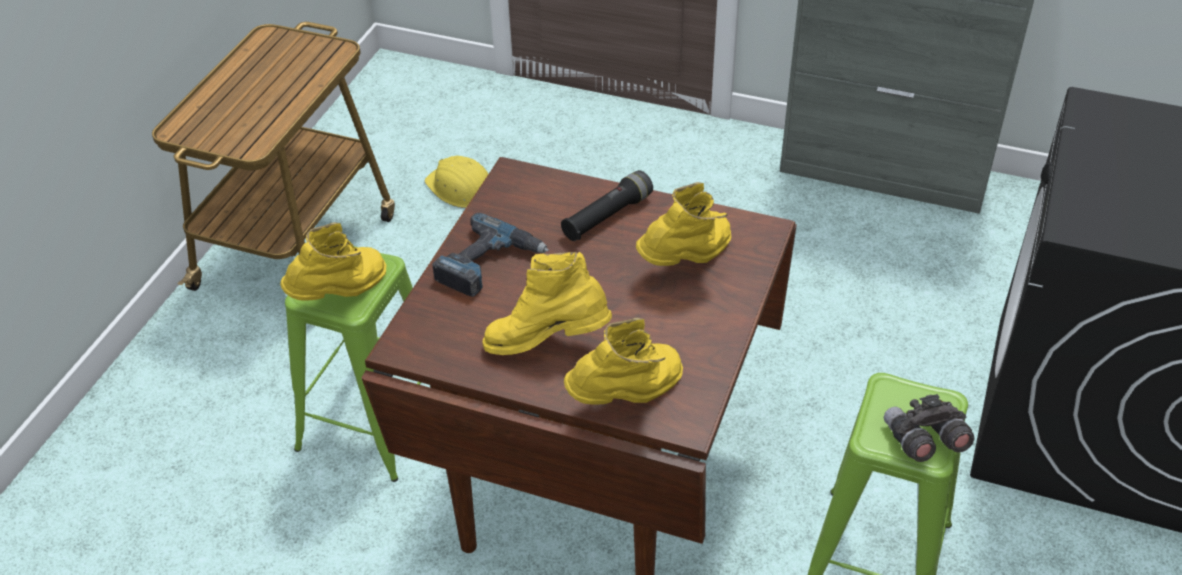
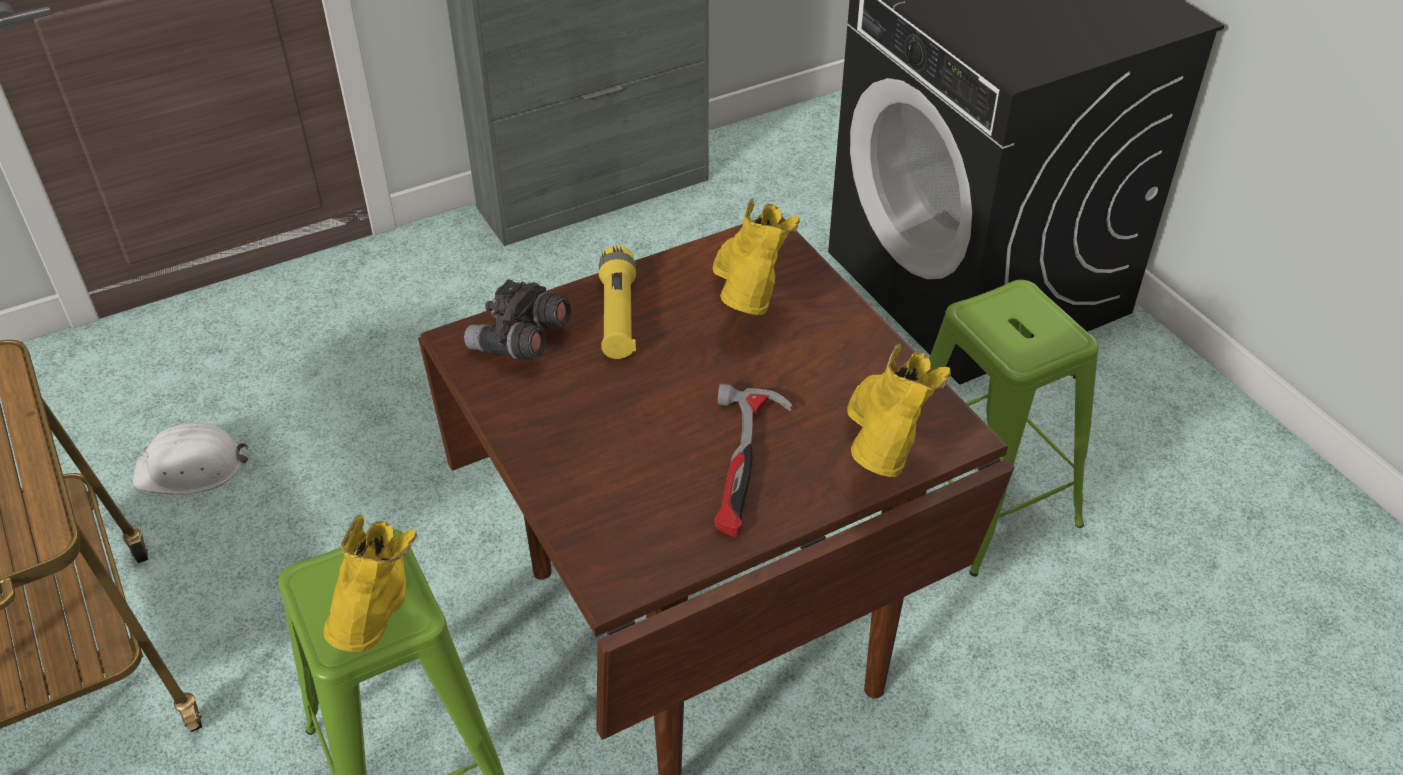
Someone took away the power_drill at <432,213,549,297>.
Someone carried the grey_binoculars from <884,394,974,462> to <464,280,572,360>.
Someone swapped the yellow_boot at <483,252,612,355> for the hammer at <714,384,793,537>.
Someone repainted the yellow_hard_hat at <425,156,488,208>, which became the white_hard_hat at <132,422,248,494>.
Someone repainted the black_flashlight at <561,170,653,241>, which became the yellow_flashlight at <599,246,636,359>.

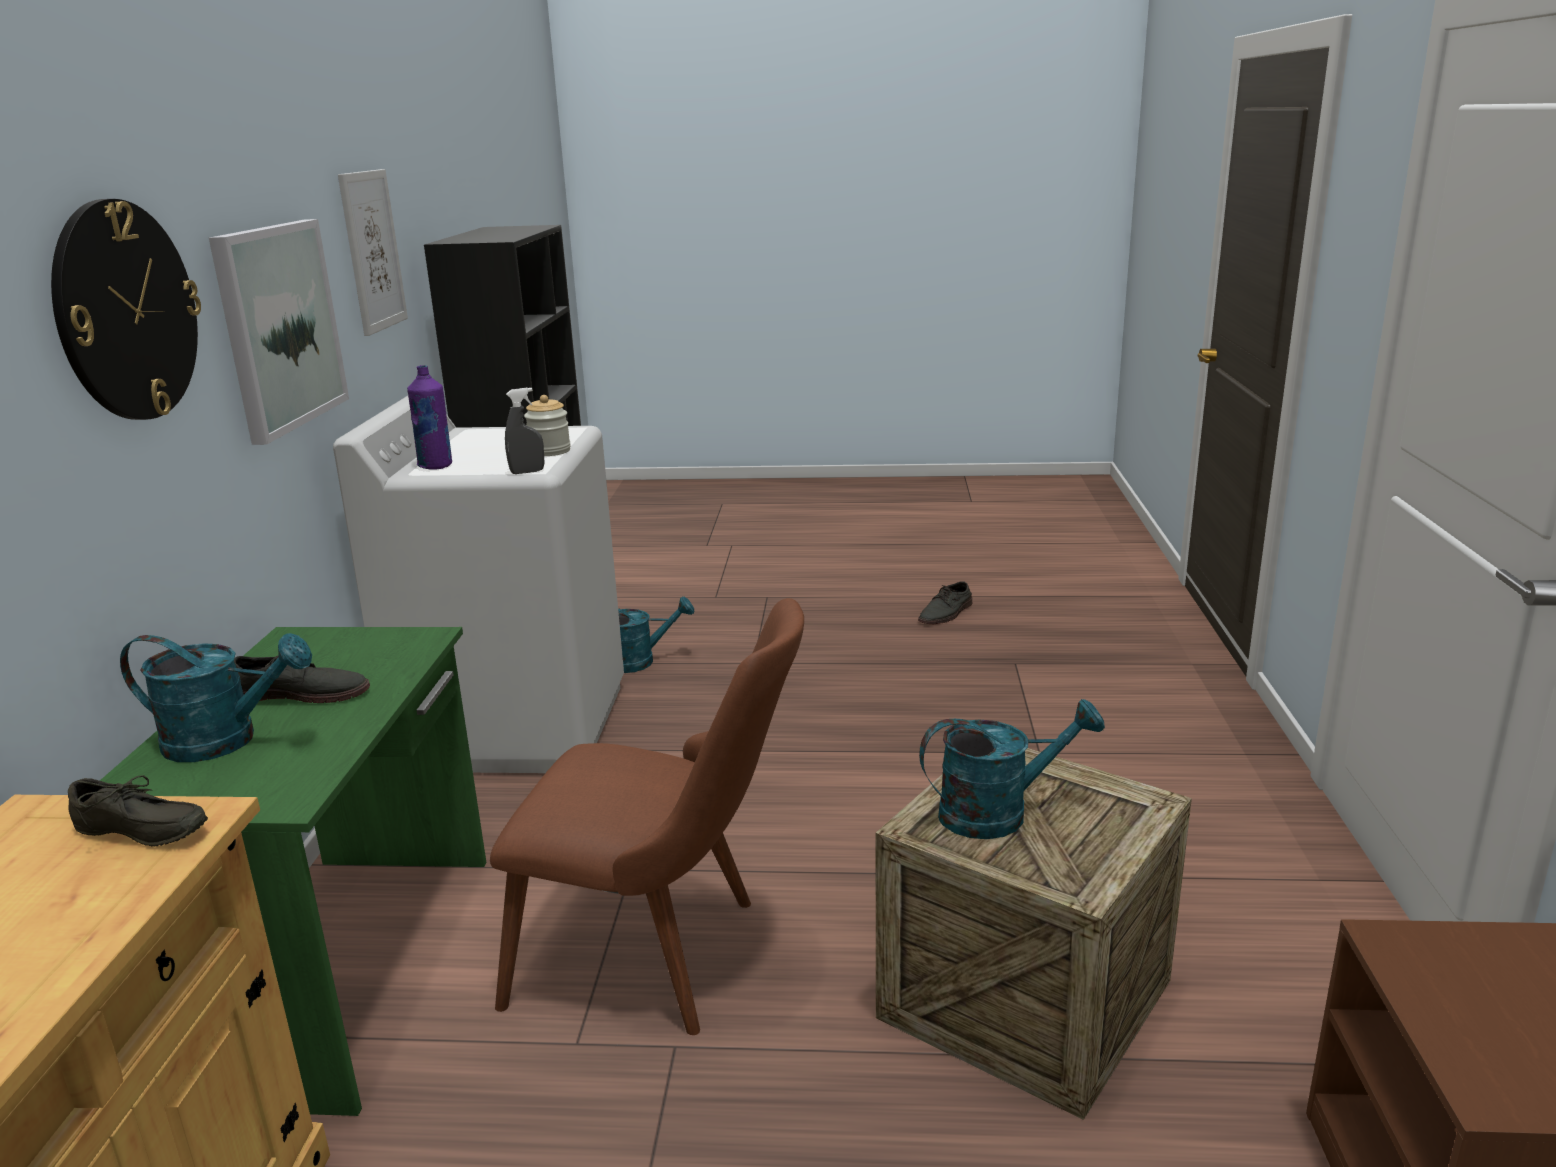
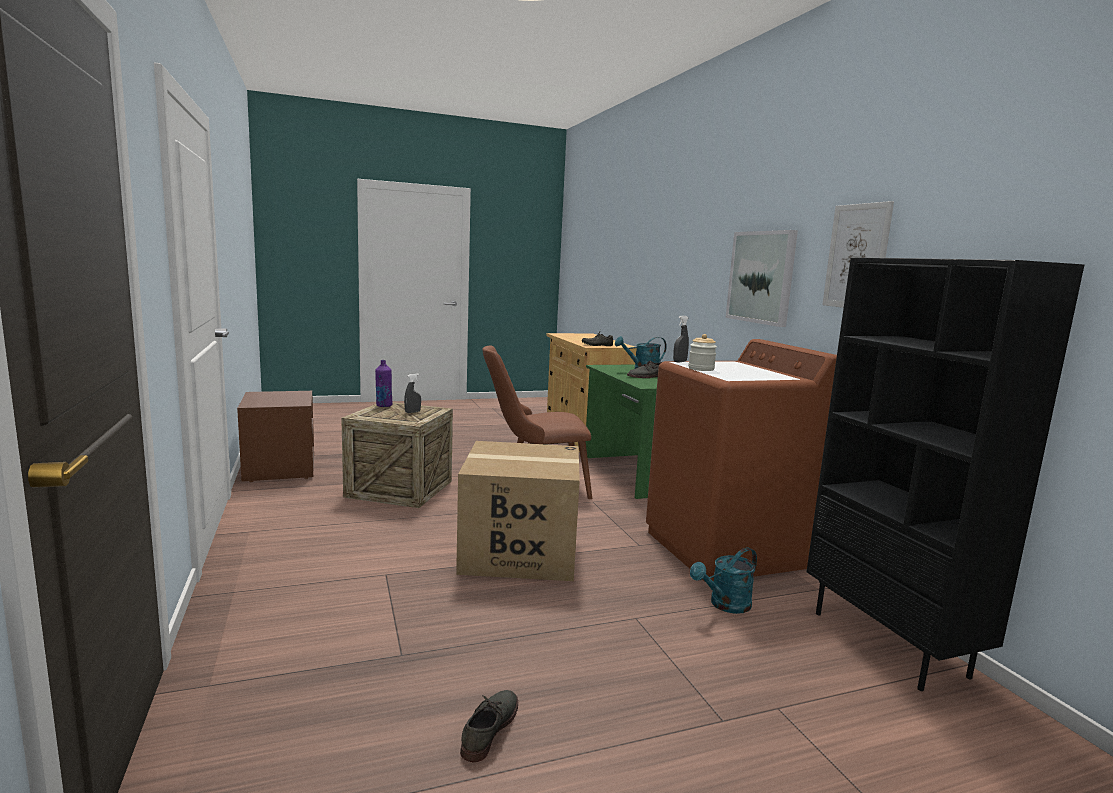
Someone took away the wall_clock at <51,199,201,420>.
Someone put down the cardboard_box at <456,441,580,581>.
Someone carried the purple_bottle from <407,365,452,470> to <375,360,393,407>.
Someone swapped the turquoise_watering_can at <919,699,1105,839> for the grey_spray_bottle at <404,374,421,413>.
Someone repainted the white_washing_machine at <333,396,624,773>, which became the brown_washing_machine at <646,339,837,582>.

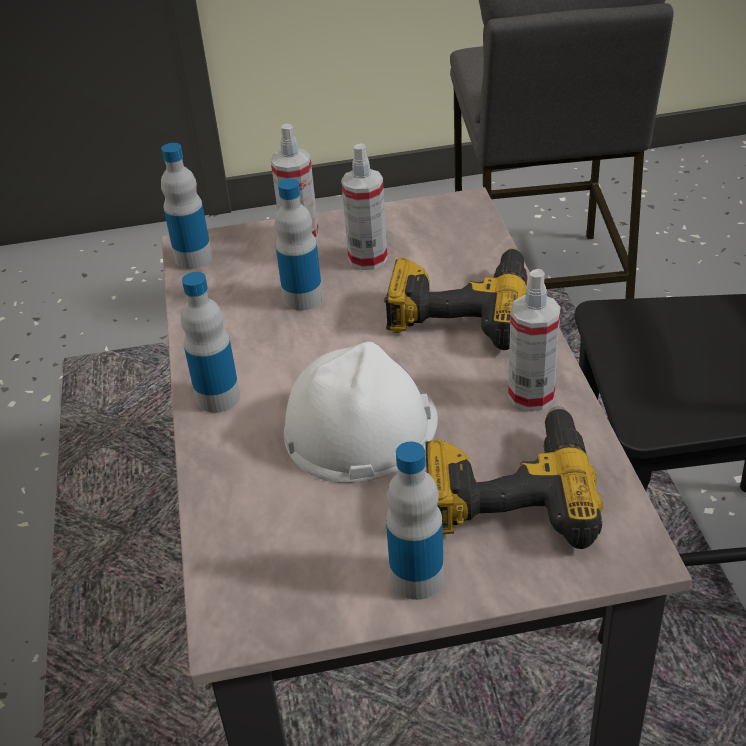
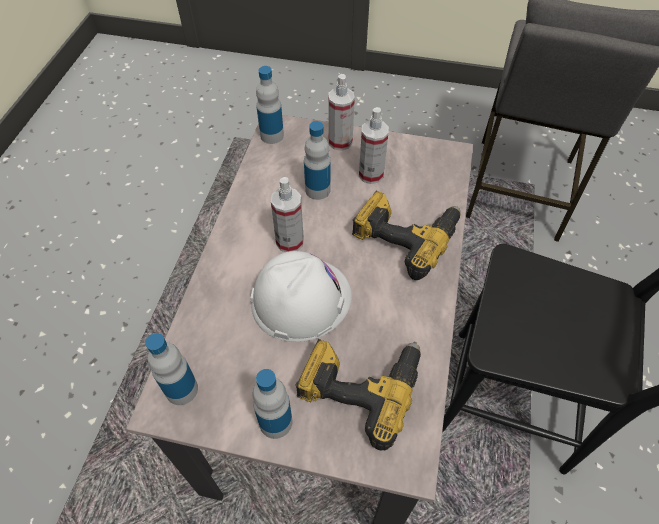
Someone carried the bottle from <181,272,240,413> to <145,333,198,405>.
Someone carried the spray_bottle from <508,269,561,411> to <271,177,304,252>.

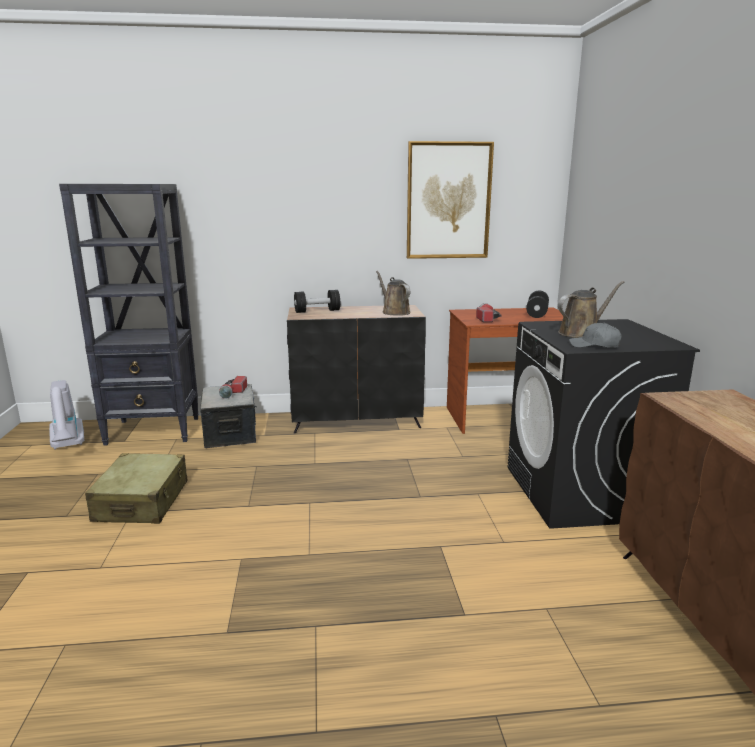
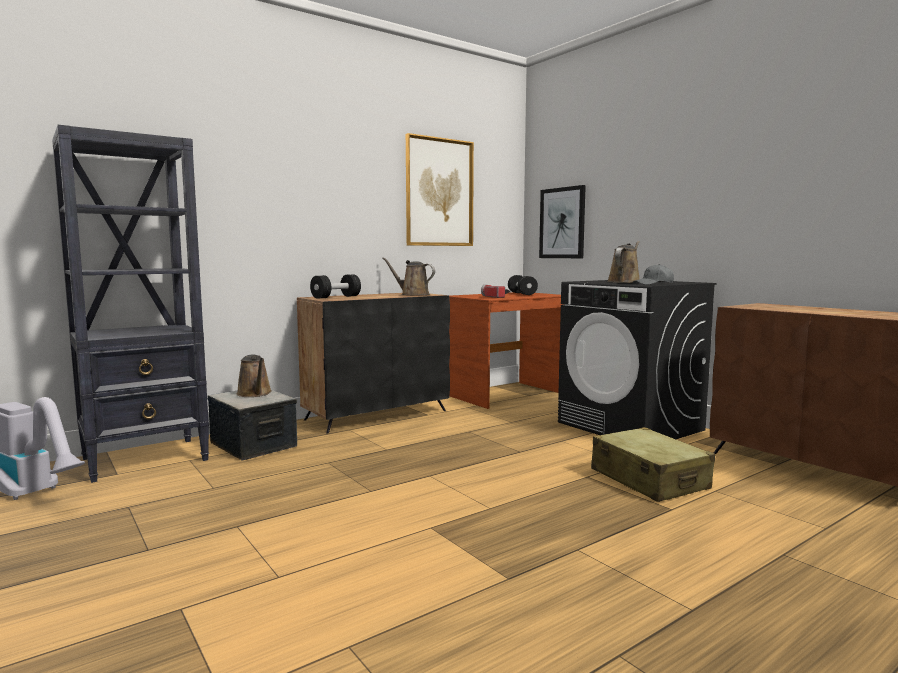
Someone put up the picture at <539,185,586,258>.
Someone carried the beige_suitcase from <85,453,188,524> to <591,427,715,502>.
Someone swapped the flashlight at <219,376,247,399> for the brown_watering_can at <237,354,272,397>.

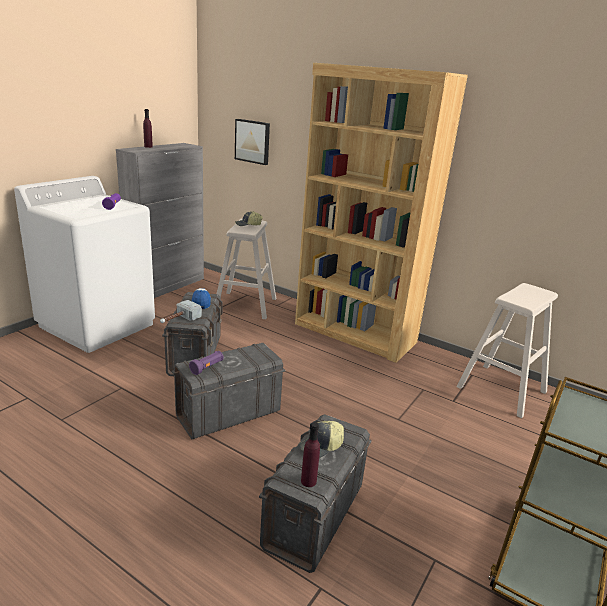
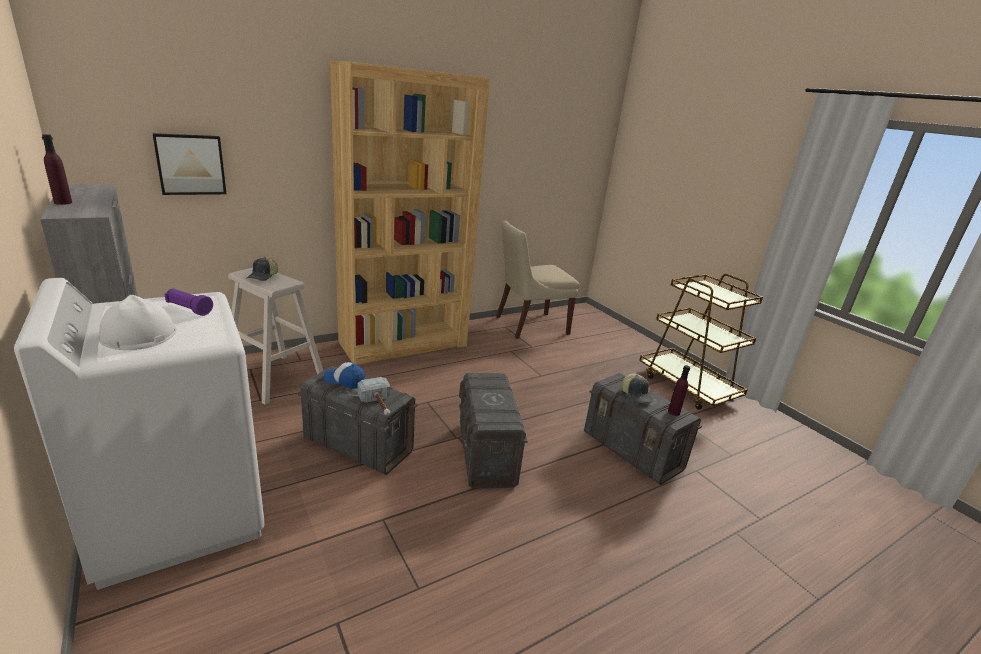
Someone took away the purple_flashlight at <189,351,224,375>.
Someone put down the white_hard_hat at <98,295,176,350>.
Someone swapped the beige_stool at <456,283,558,418> for the beige_chair at <496,221,579,339>.

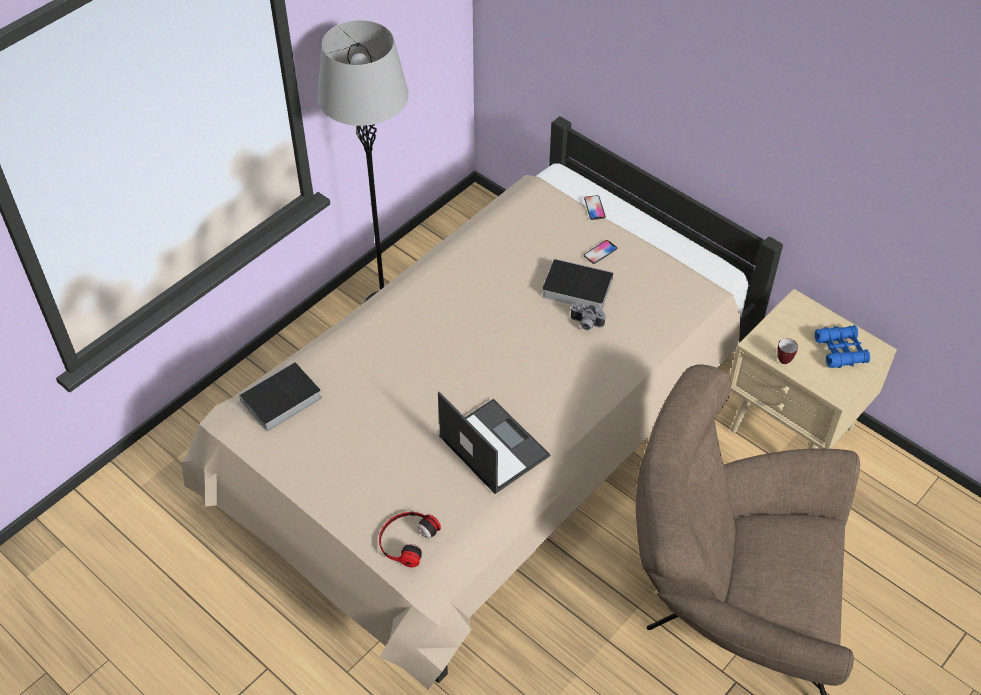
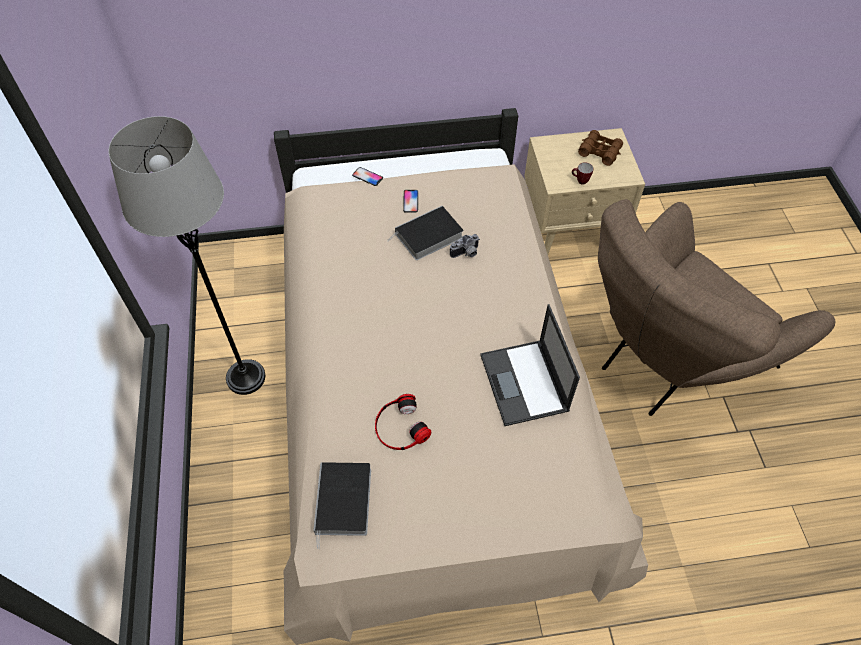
Someone carried the headphones from <379,512,441,567> to <375,394,431,450>.
Someone repainted the blue_binoculars at <815,325,870,368>, which became the brown_binoculars at <578,130,623,166>.
Someone rotated the laptop at <438,392,550,494> by 105 degrees counterclockwise.

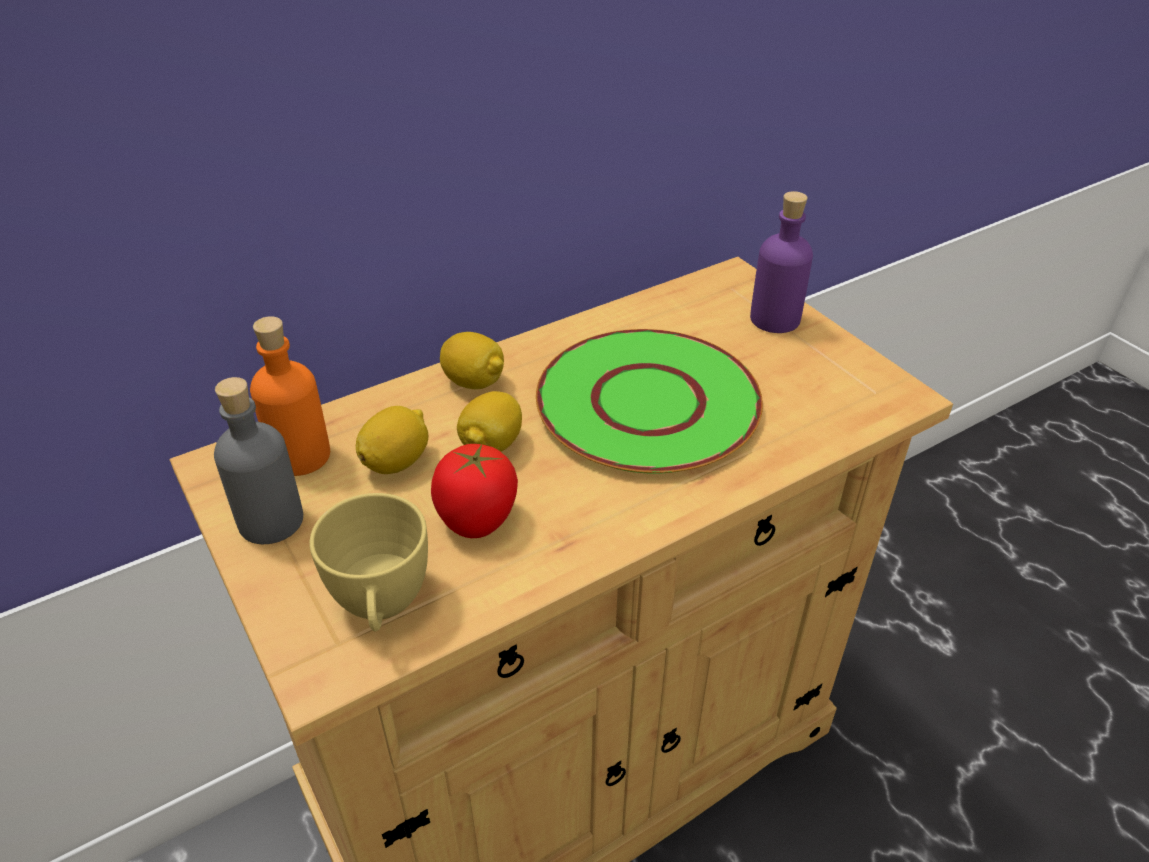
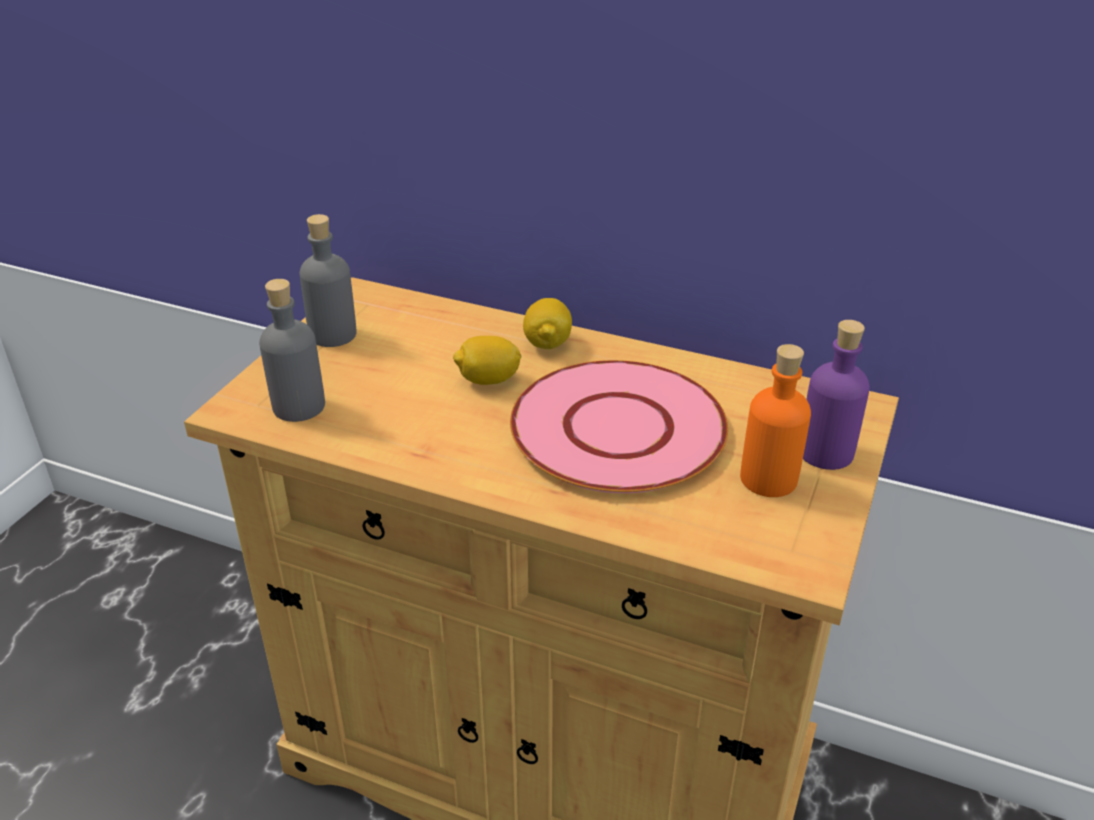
Someone took away the lemon at <356,406,428,474>.
Someone took away the tomato at <431,444,518,538>.
Someone carried the orange_bottle from <250,316,330,476> to <740,344,811,497>.
Someone swapped the yellow_cup at <309,493,428,632> for the grey_bottle at <259,279,325,422>.
Someone repainted the green_plate at <536,329,763,474>, which became the pink_plate at <510,360,728,493>.

